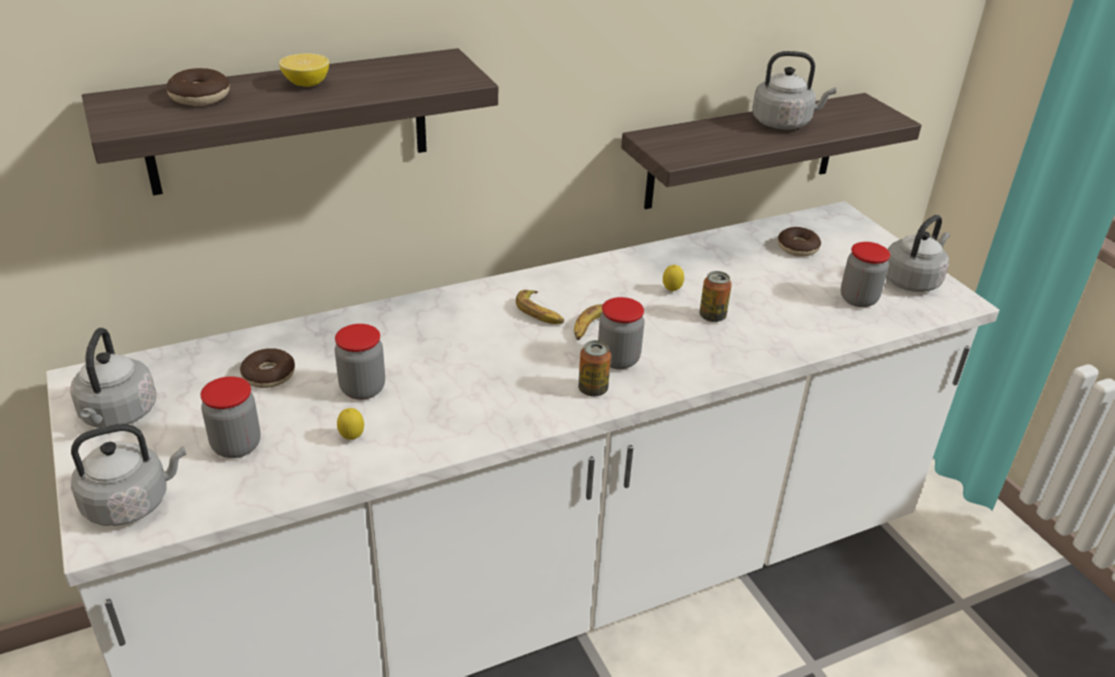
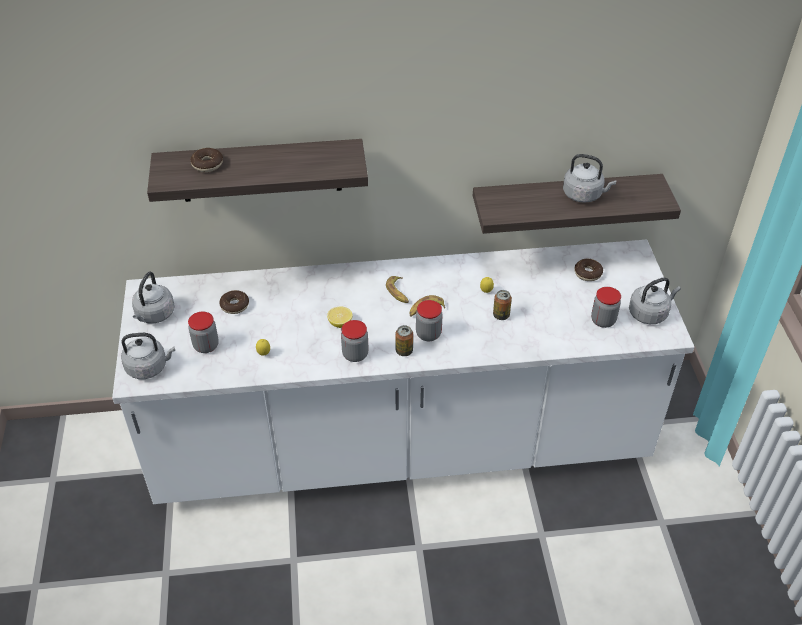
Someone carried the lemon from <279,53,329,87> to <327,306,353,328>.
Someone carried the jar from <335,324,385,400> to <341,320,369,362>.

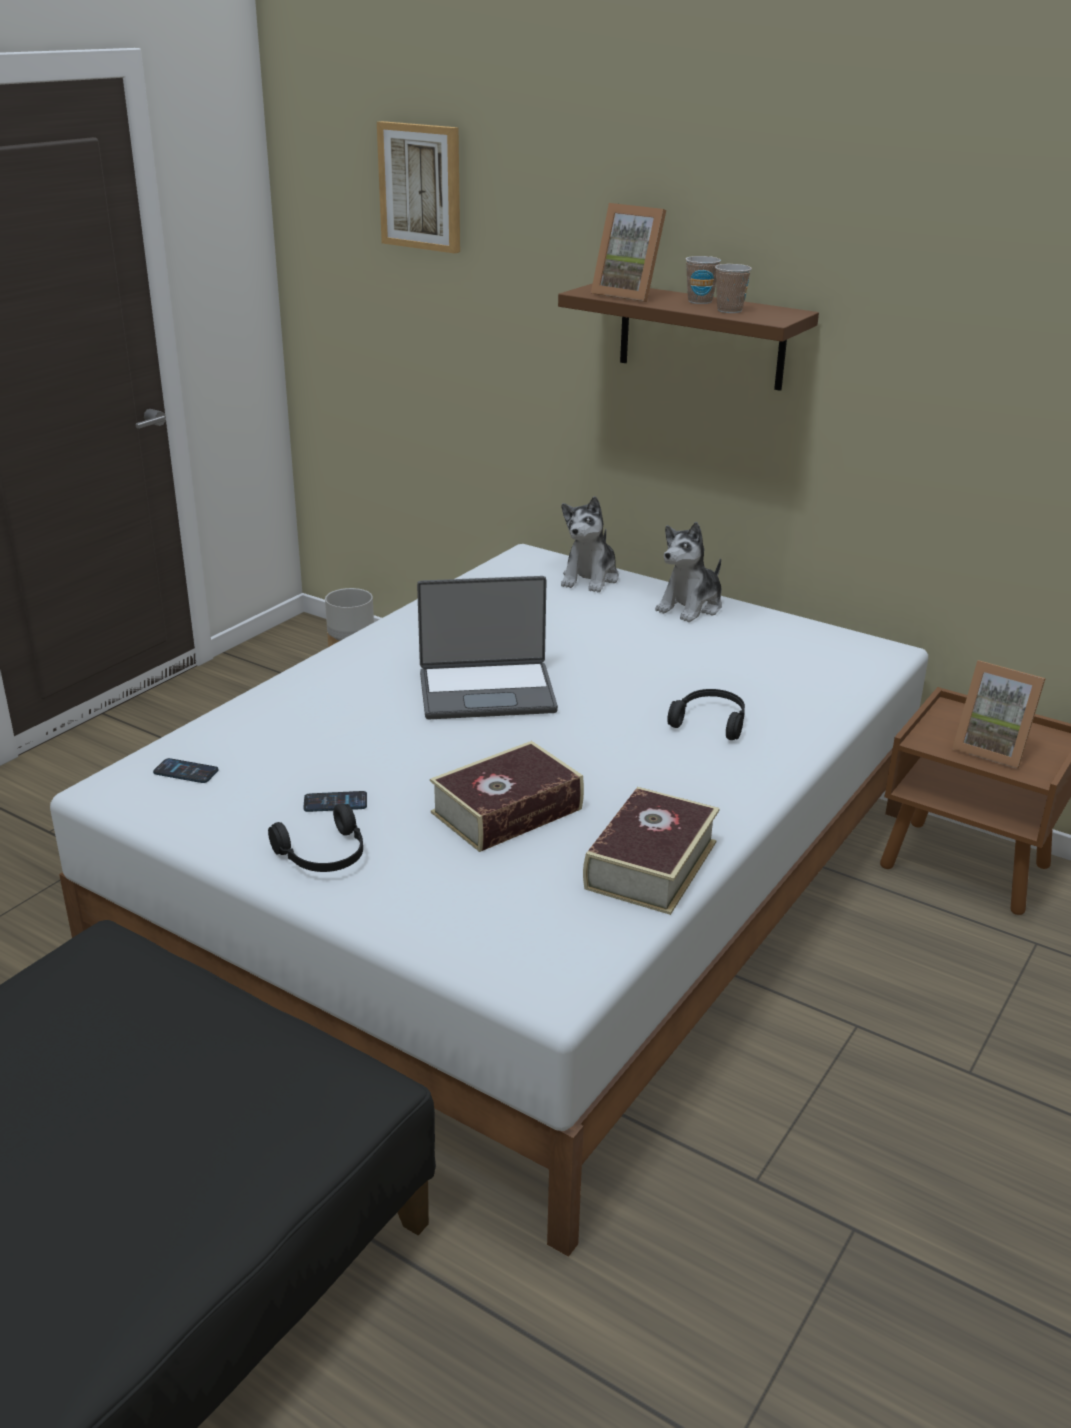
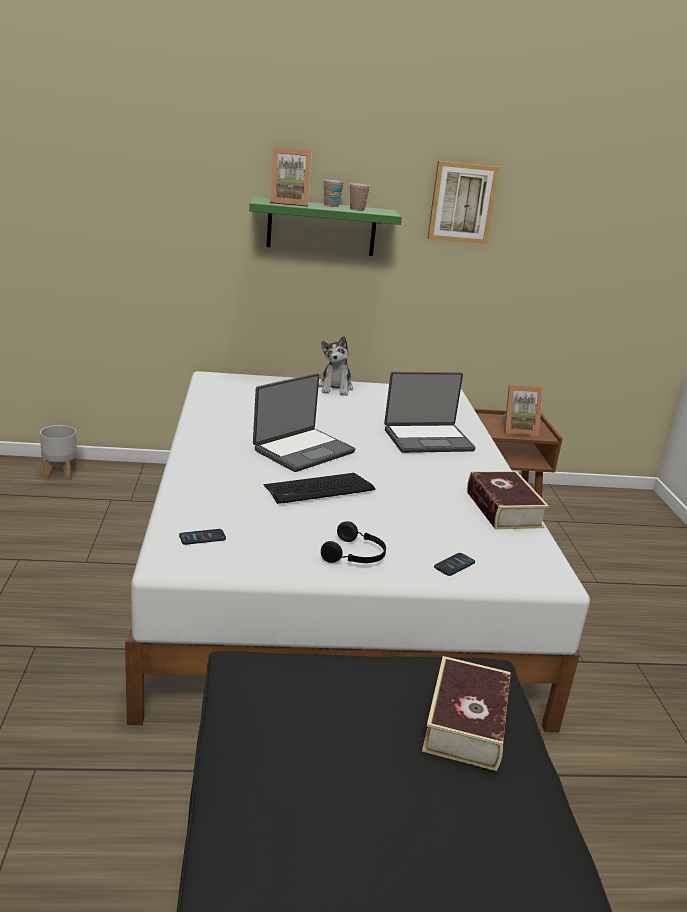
Someone took away the plush_toy at <561,496,619,592>.
Someone put down the keyboard at <263,473,375,504>.
Someone carried the phone from <304,791,367,812> to <434,553,475,576>.
Someone carried the picture from <377,121,460,254> to <427,161,500,244>.
Someone carried the book from <430,741,584,852> to <422,656,511,771>.
Someone swapped the black_headphones at <667,689,745,740> for the laptop at <384,372,476,453>.
Someone repainted the brown_shelf at <558,283,819,391>, which became the green_shelf at <249,197,402,256>.

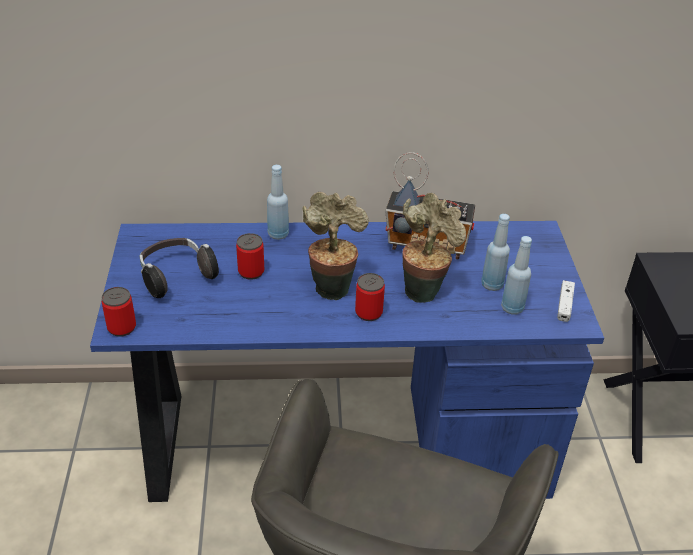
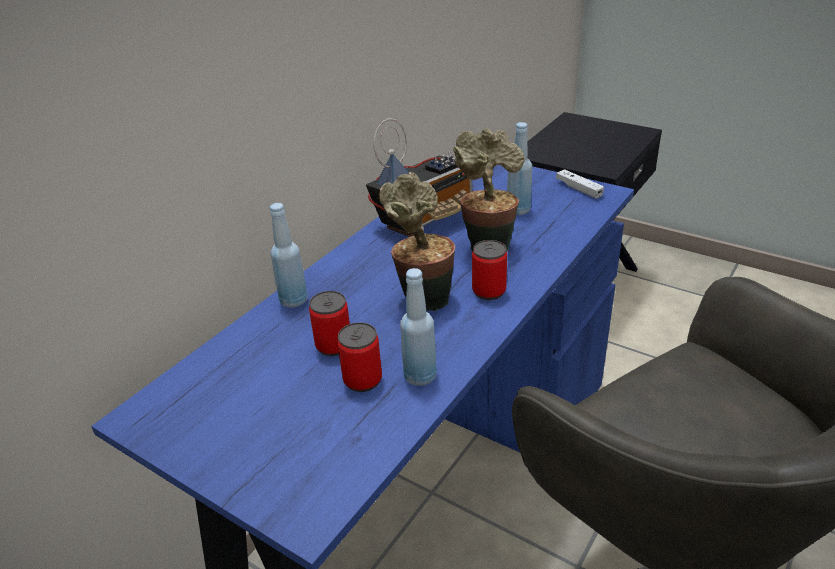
Someone took away the headphones at <140,238,219,298>.
Someone carried the can from <102,287,136,337> to <337,322,382,392>.
Someone carried the blue_bottle from <501,236,532,315> to <400,268,437,386>.

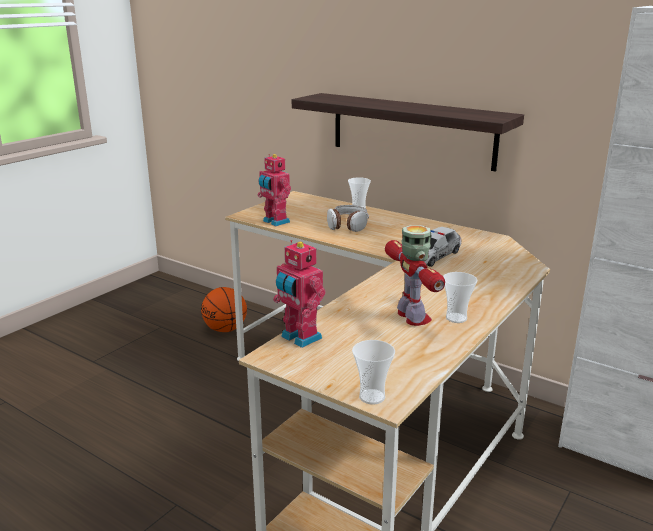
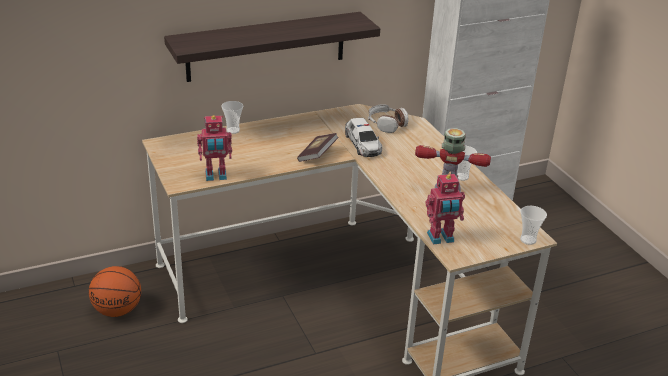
Someone put down the book at <297,133,339,162>.
Someone carried the headphones from <327,205,369,232> to <368,104,408,133>.

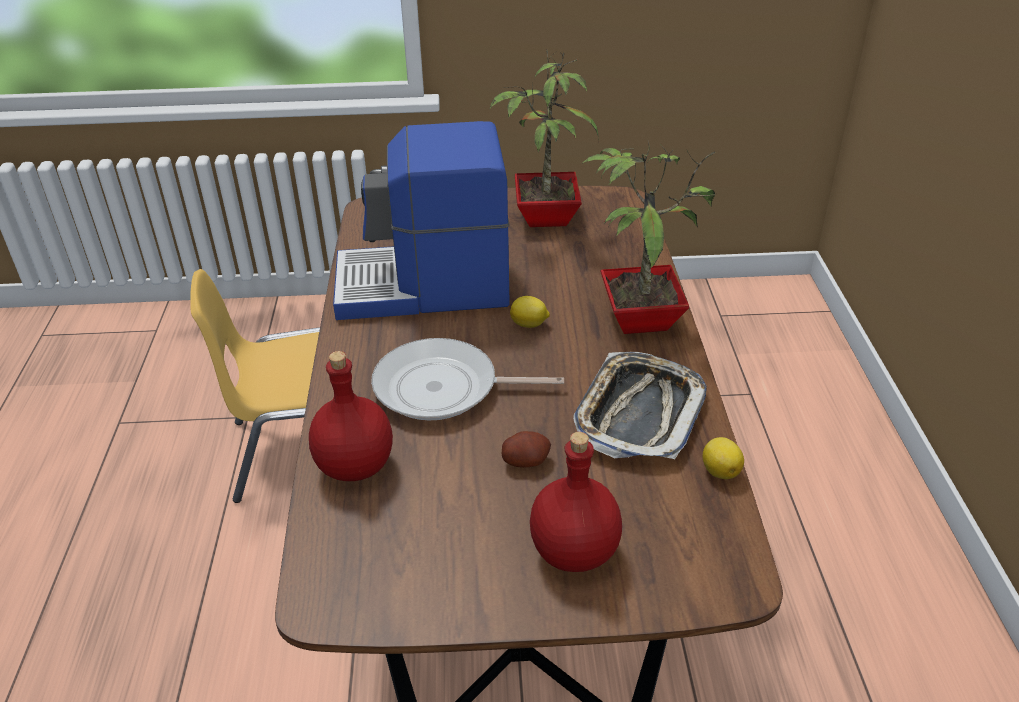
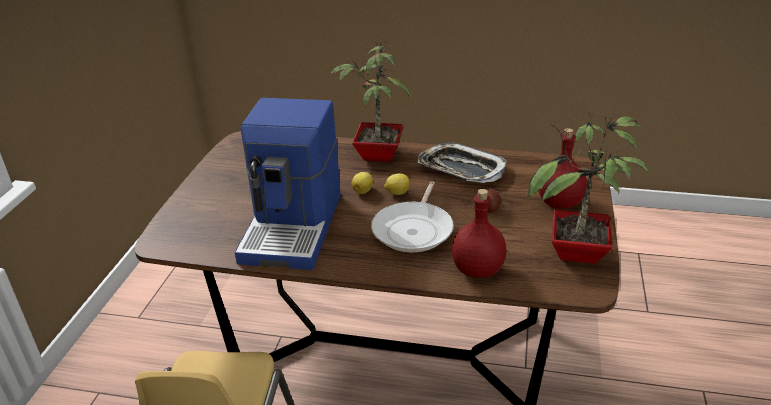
Someone carried the potted_plant from <490,50,599,227> to <527,108,649,264>.
Someone carried the lemon from <703,437,744,479> to <384,173,410,195>.

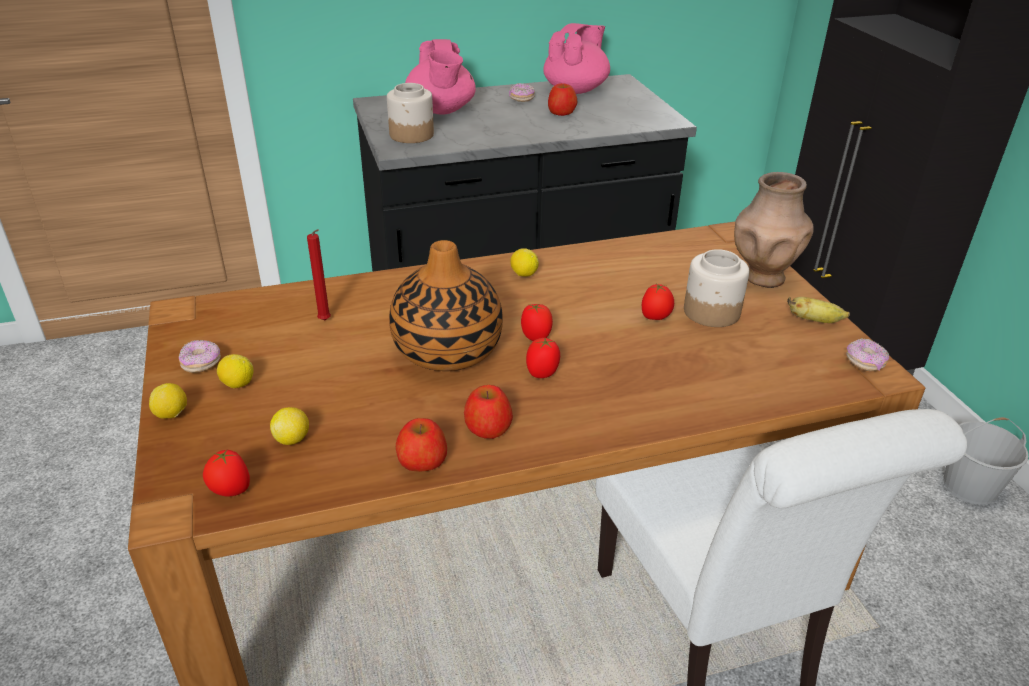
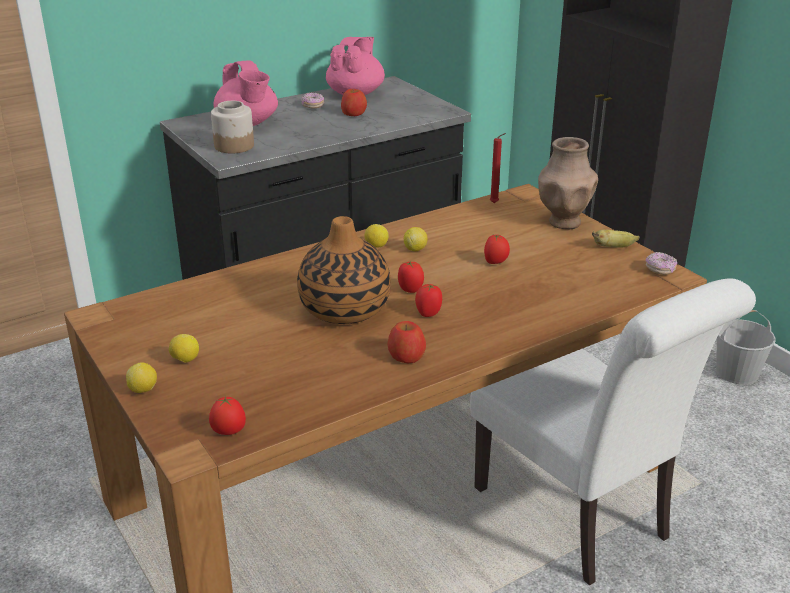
Someone took away the donut at <179,340,221,373>.
Someone took away the apple at <396,418,447,472>.
Someone took away the jar at <684,249,749,327>.
Someone carried the lemon from <270,407,309,445> to <404,227,428,251>.
Someone carried the red_candle from <307,229,331,320> to <490,133,506,203>.

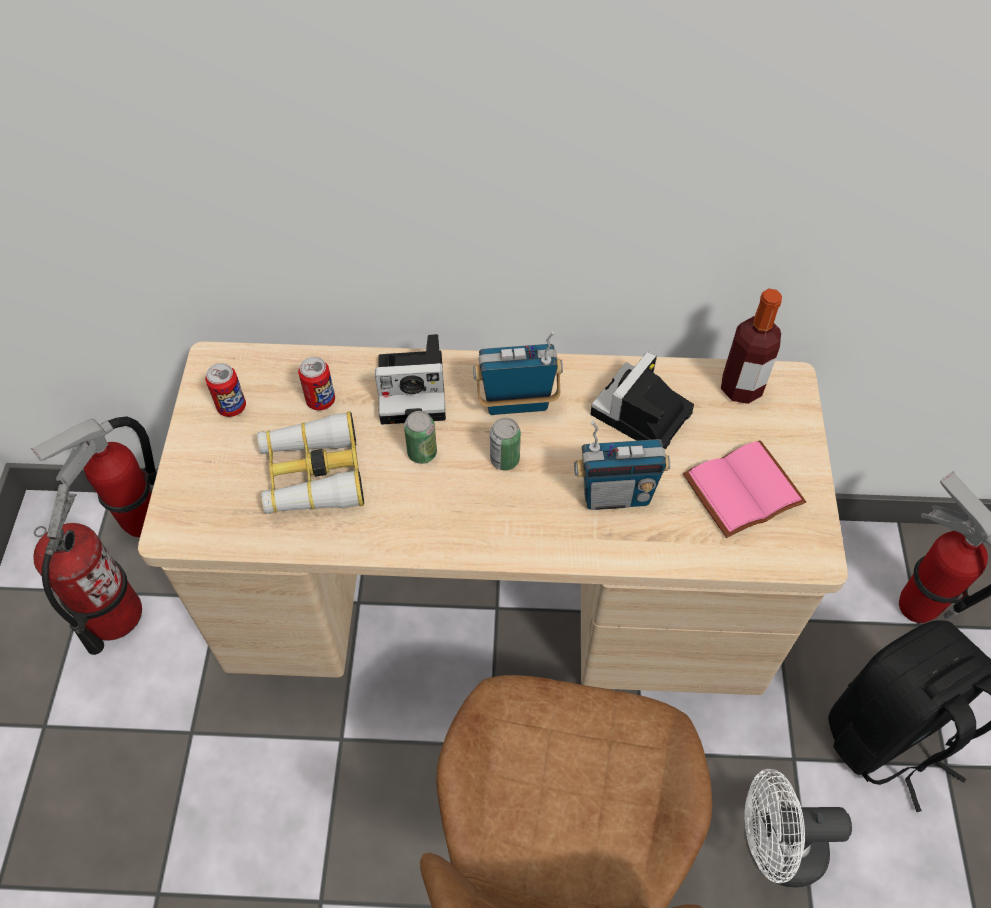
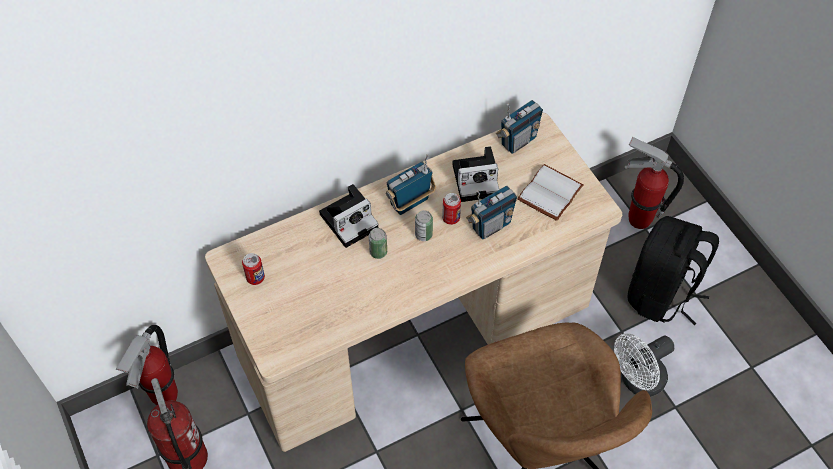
Someone took away the binoculars at <257,411,364,514>.
Someone carried the can from <298,357,335,410> to <442,193,461,225>.
Someone swapped the bottle at <721,289,782,404> for the radio at <496,100,543,154>.
Someone repainted the pink_book at <683,440,806,538>, which became the white_book at <517,164,583,221>.
Someone rotated the photo_camera at <591,352,694,449> by 105 degrees counterclockwise.

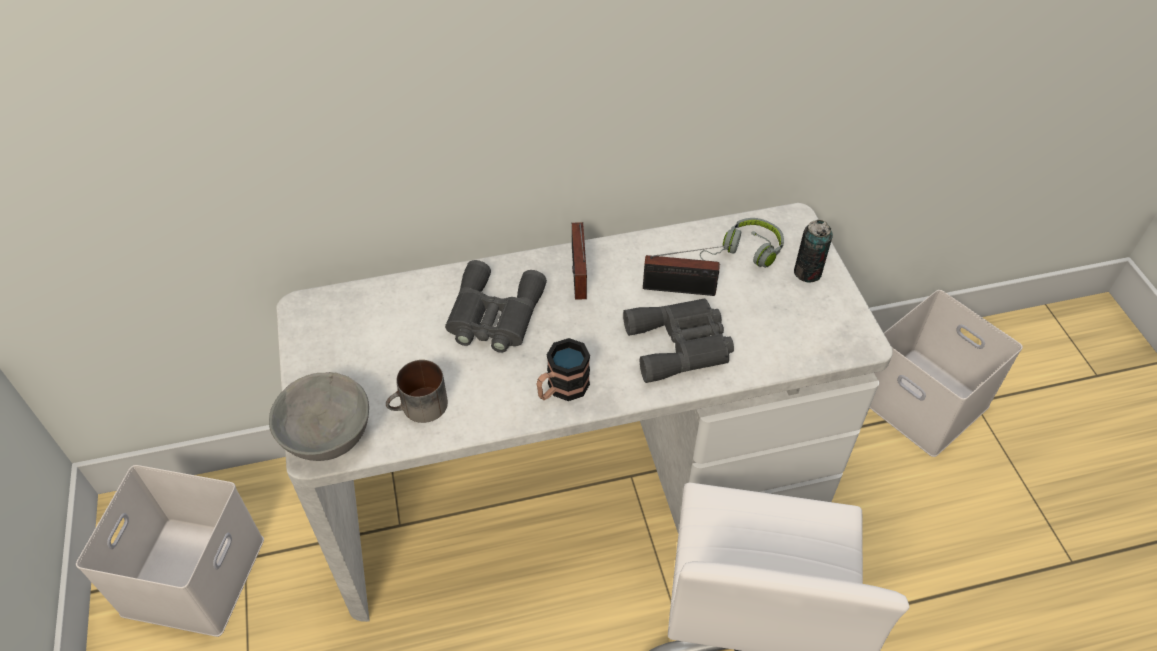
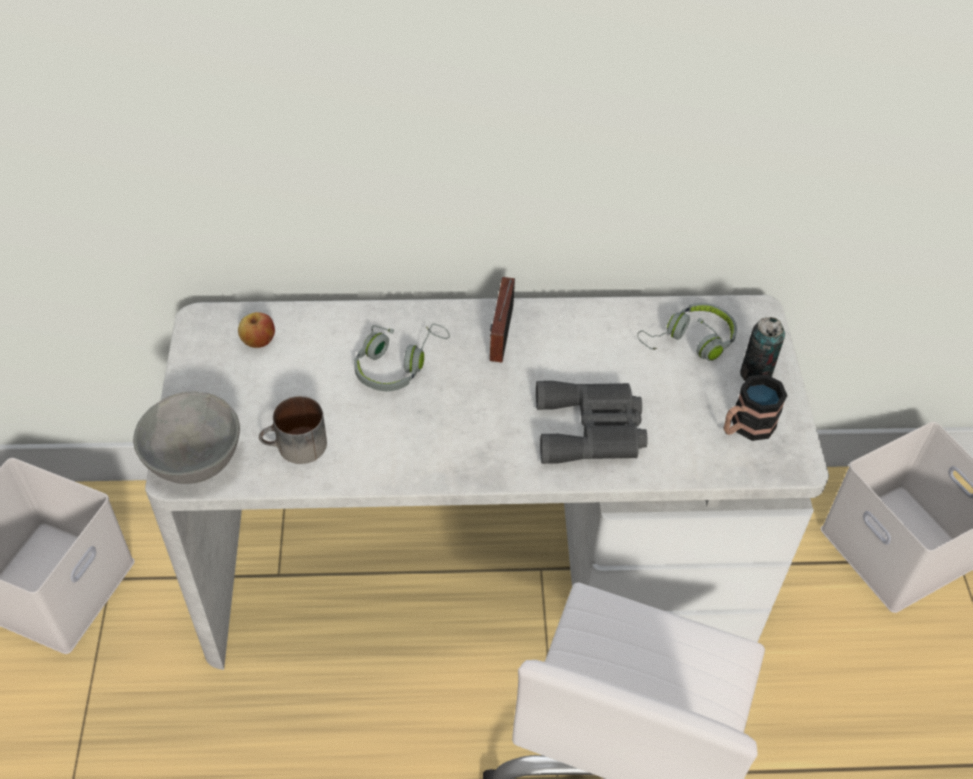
Someone took away the radio at <643,245,732,296>.
Someone put down the apple at <238,312,275,348>.
Someone carried the mug from <537,338,590,401> to <723,374,787,441>.
Someone swapped the grey_binoculars at <445,260,547,353> for the grey_headphones at <354,324,450,391>.

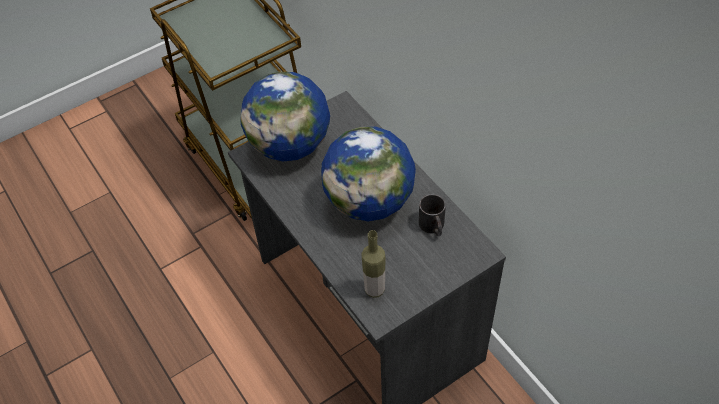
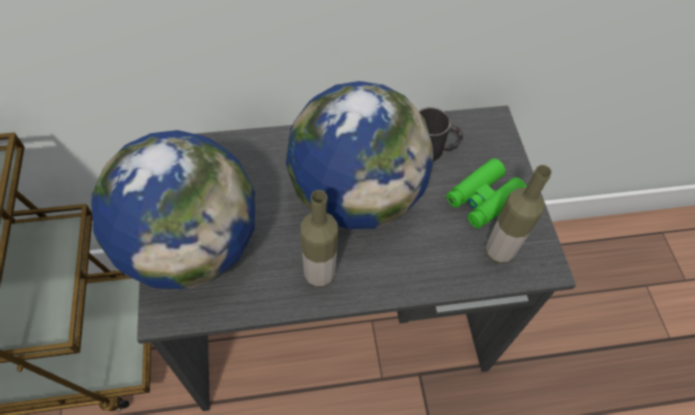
Someone put down the bottle at <300,190,338,287>.
Someone put down the green_binoculars at <446,158,527,228>.

